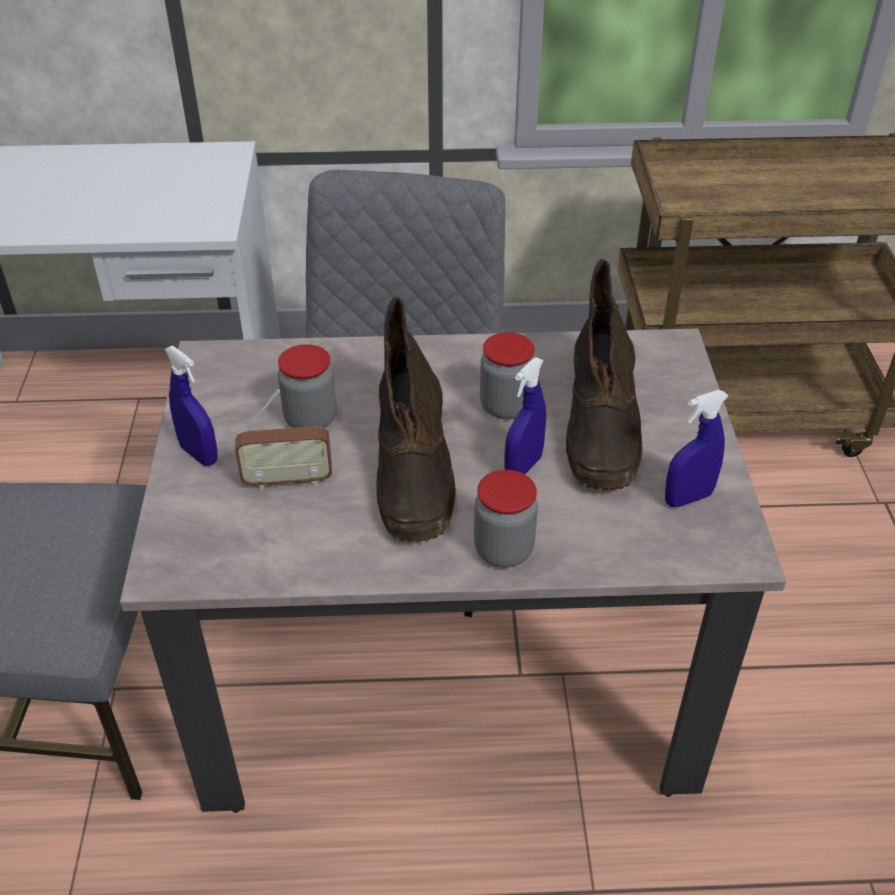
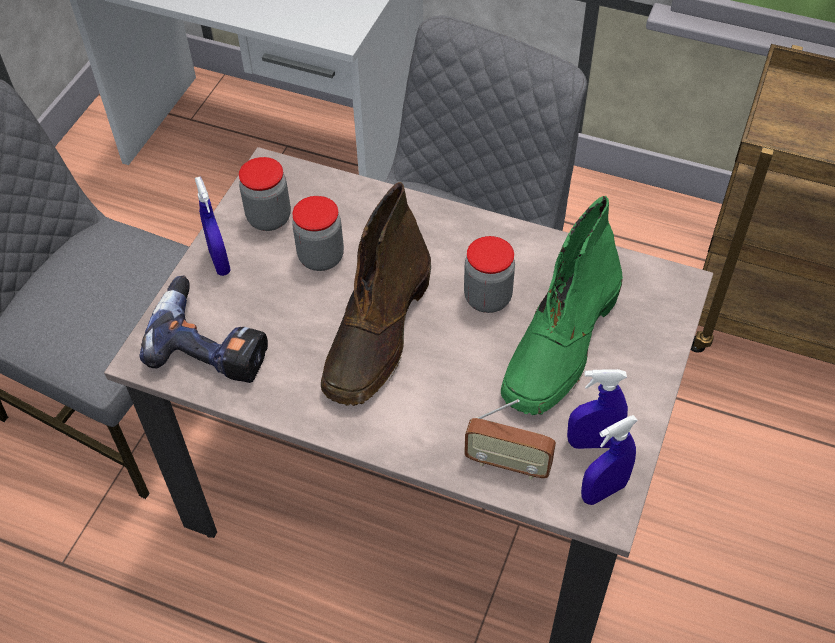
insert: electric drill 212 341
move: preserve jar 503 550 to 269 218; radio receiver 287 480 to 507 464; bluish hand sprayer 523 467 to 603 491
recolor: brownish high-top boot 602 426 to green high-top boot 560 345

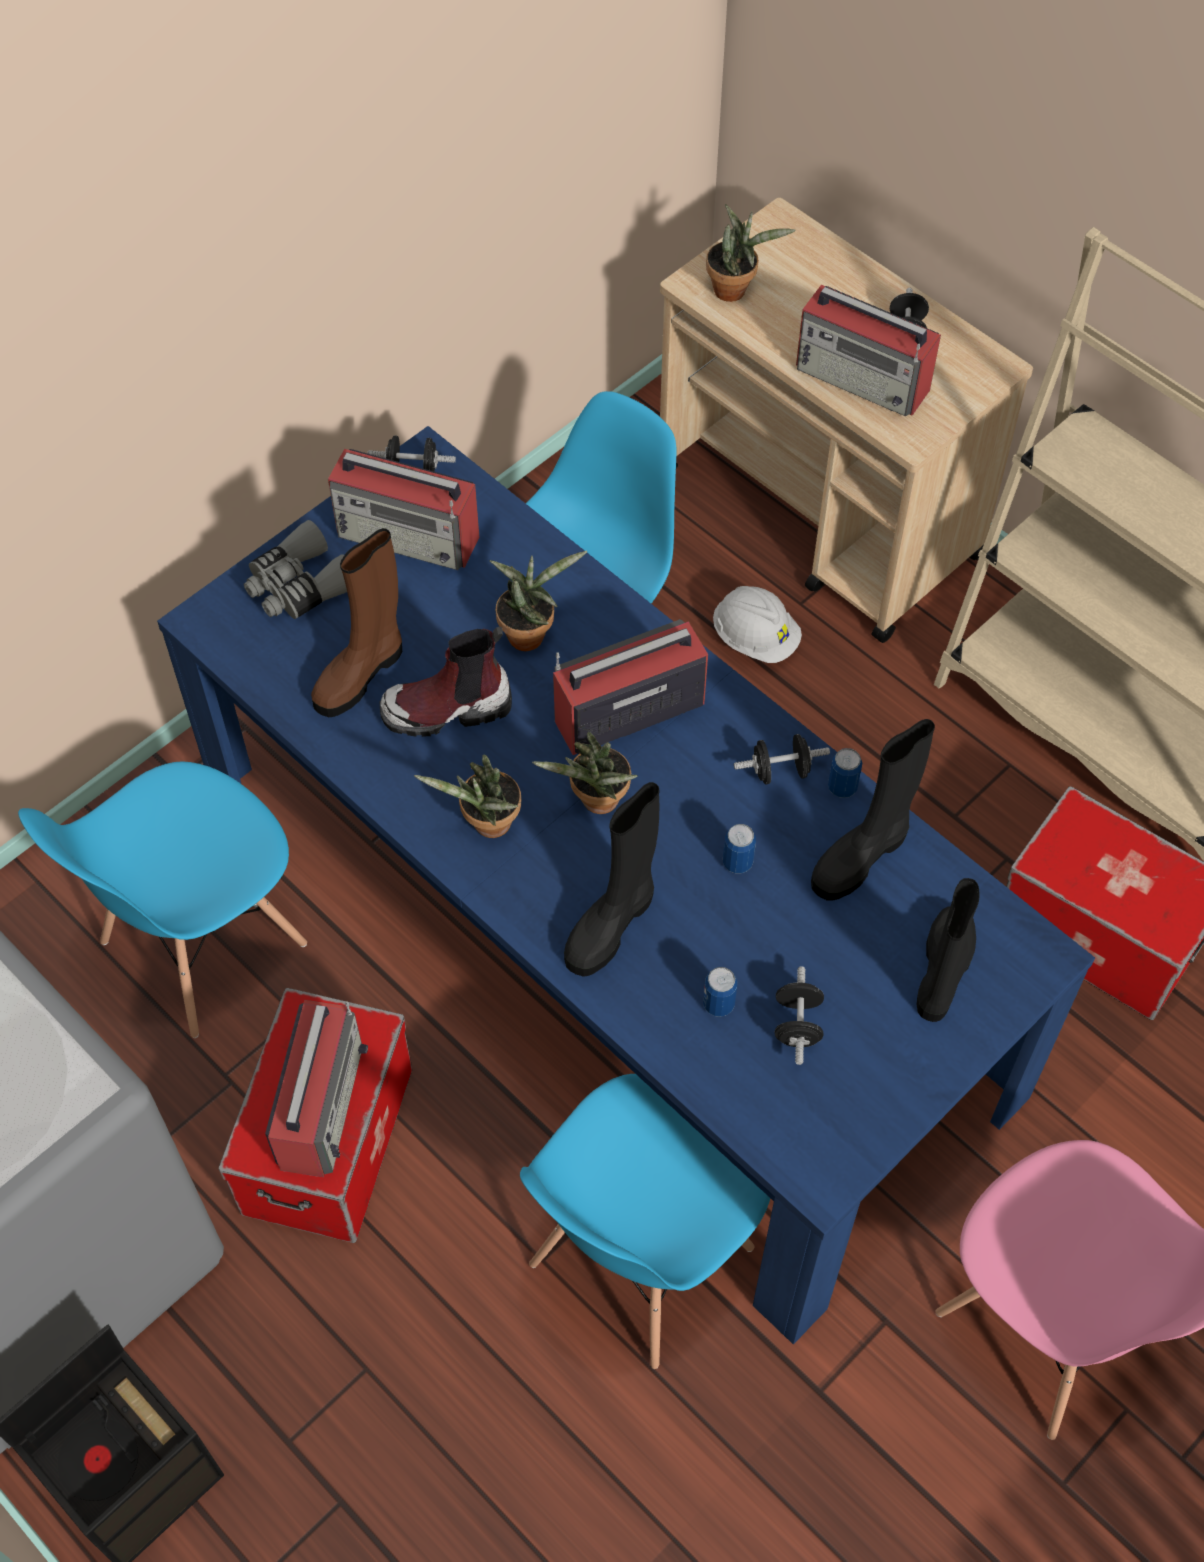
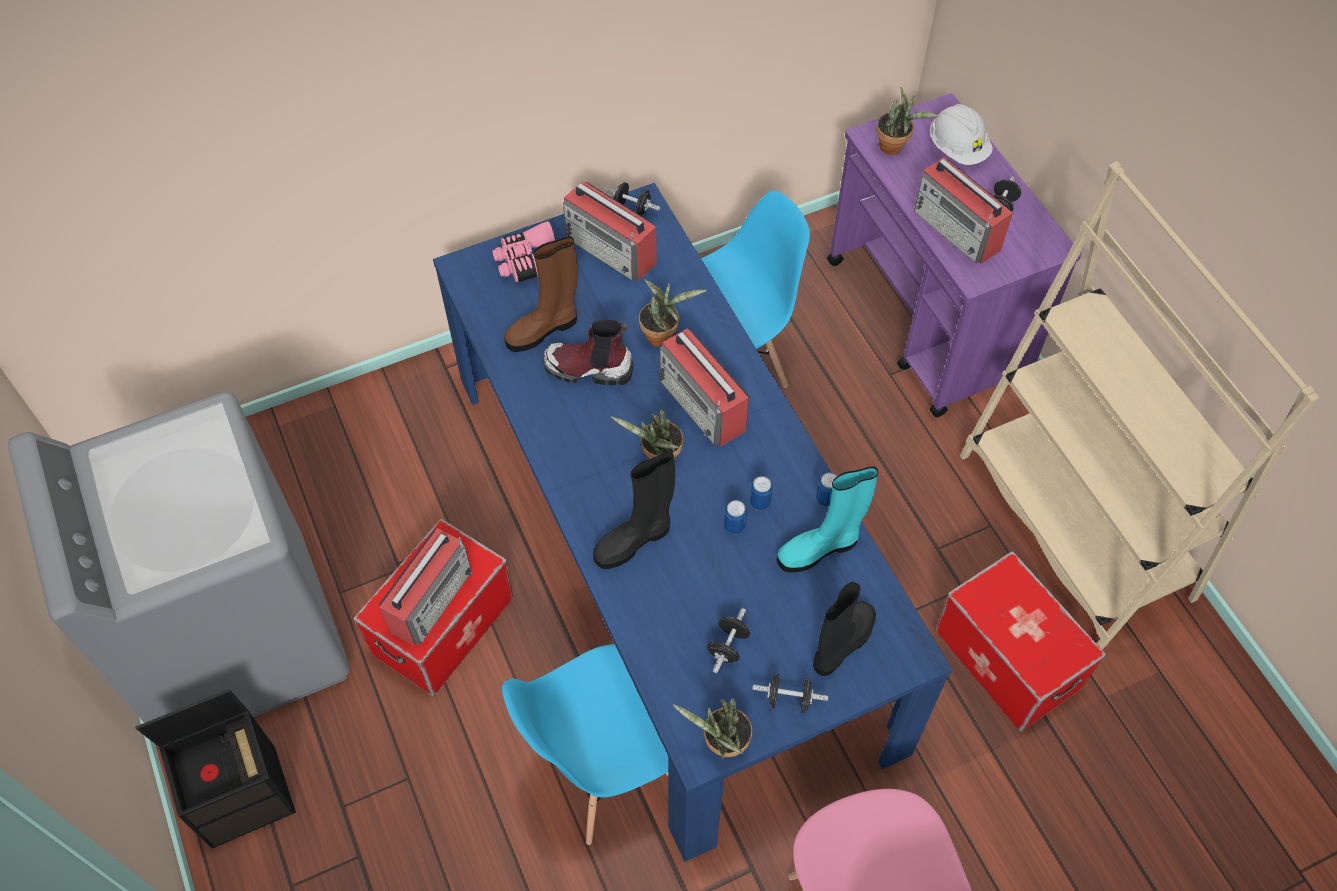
delete: bluish chair 202 944
move: plant in a pot 487 826 to 722 745; sealed can 718 1004 to 760 503; black-coloured dumbbell 780 771 to 788 699; white hard hat 755 638 to 957 149
recolor: gray binoculars 299 586 to pinkish binoculars 529 262; black-coloured high-top boot 862 856 to blue-green high-top boot 820 549; sand-coloured trolley 820 516 to purple trolley 927 320
rotate: radio receiver 626 712 = 703 405 120 degrees counterclockwise

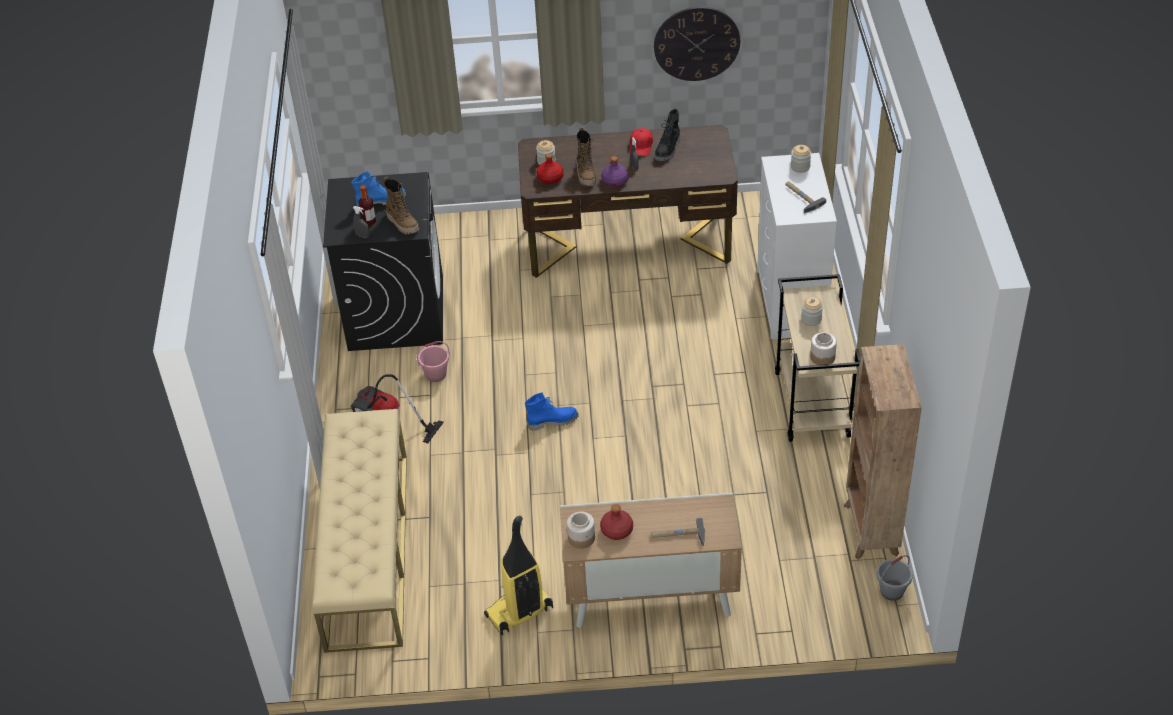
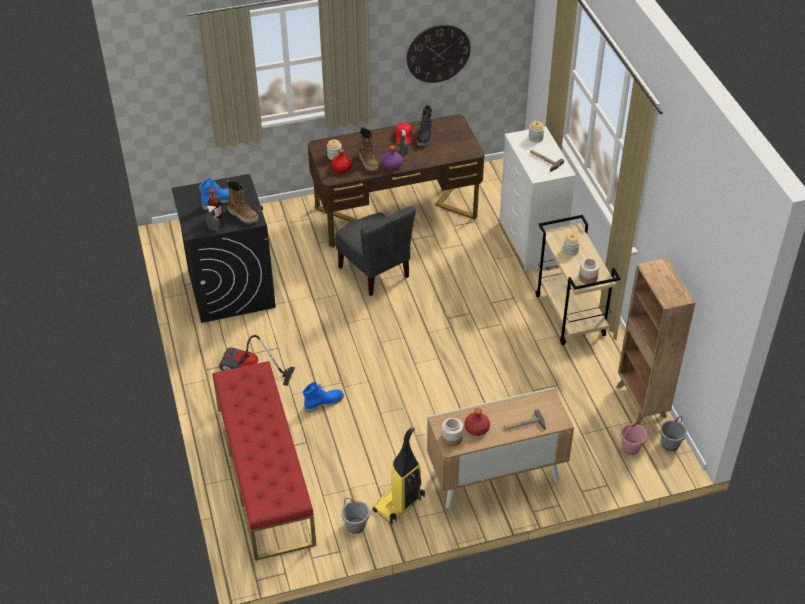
insert: gray chair 375 272; gray pail 355 526
move: bluish high-top boot 552 421 to 323 403; pinkish pail 436 374 to 630 448
recolor: sand-coloured long seat 367 549 to red-coloured long seat 264 475

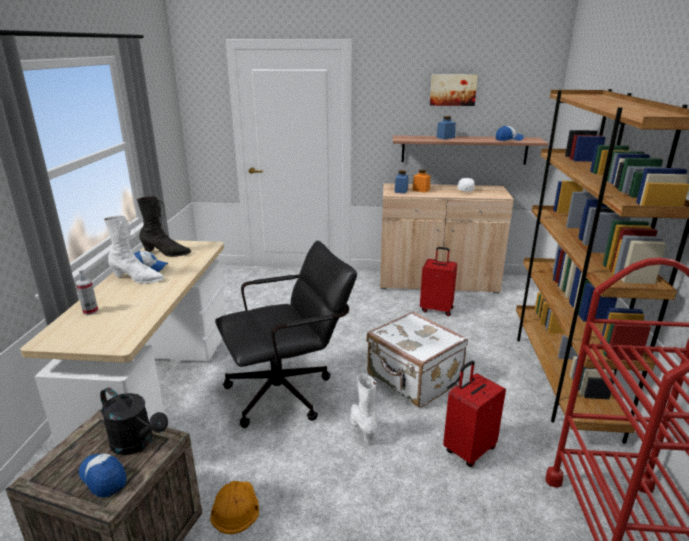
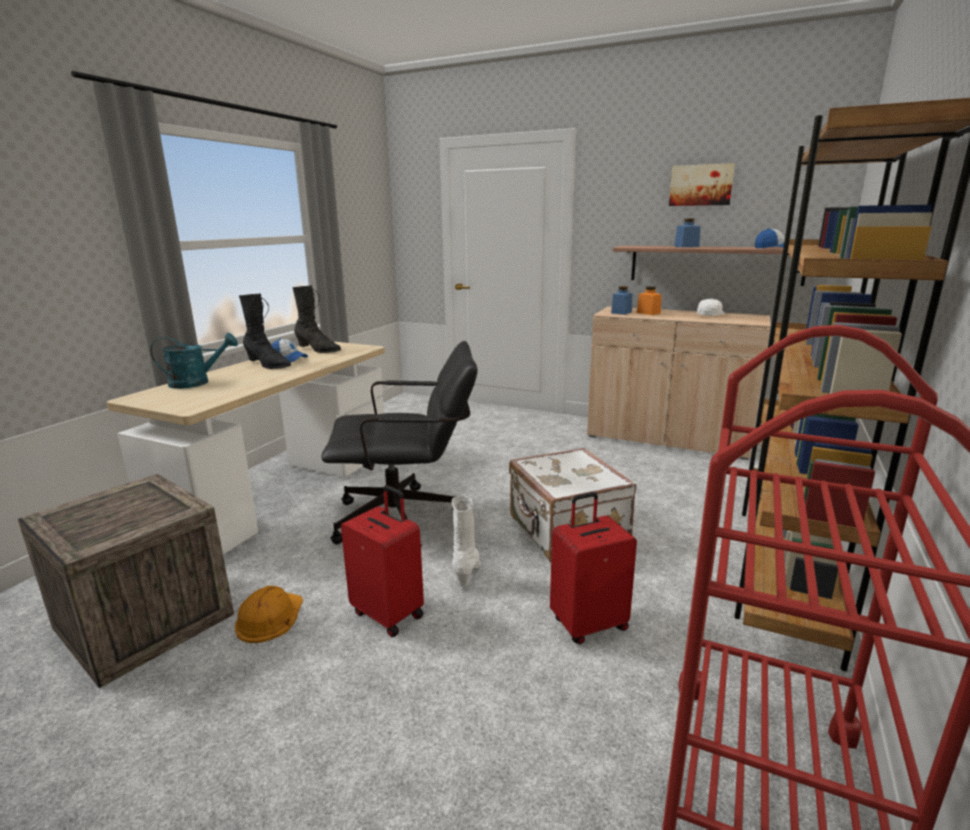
delete: baseball cap 103 477; black-coloured watering pot 137 443
move: red-coloured suitcase 437 309 to 389 613
replace: hand sprayer 90 311 to blue-green watering pot 197 383
recolor: white high-top boot 137 279 to black-coloured high-top boot 268 365

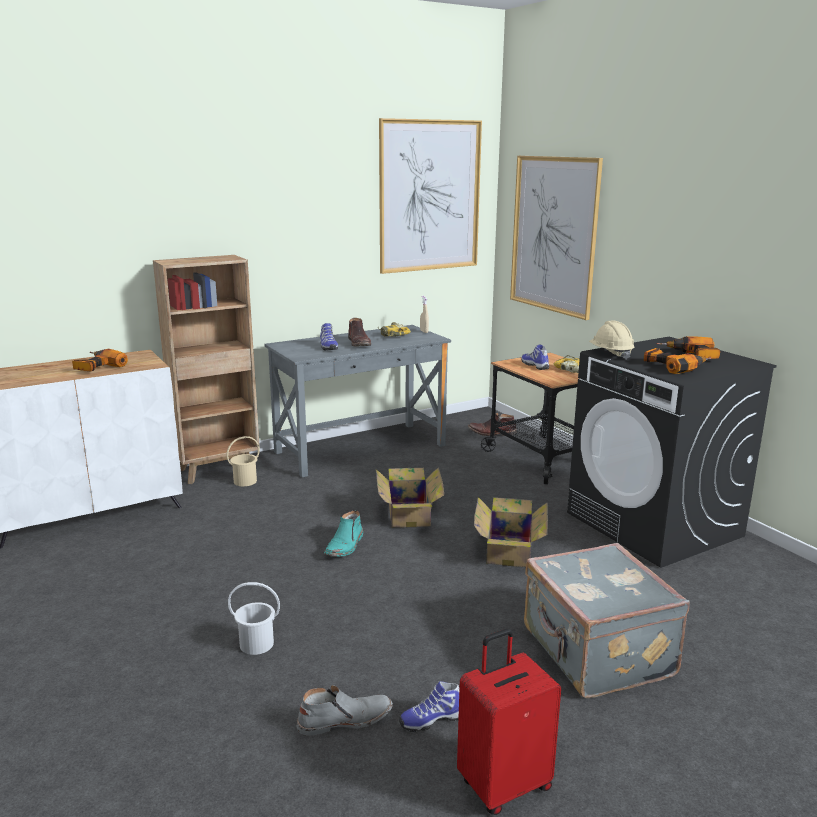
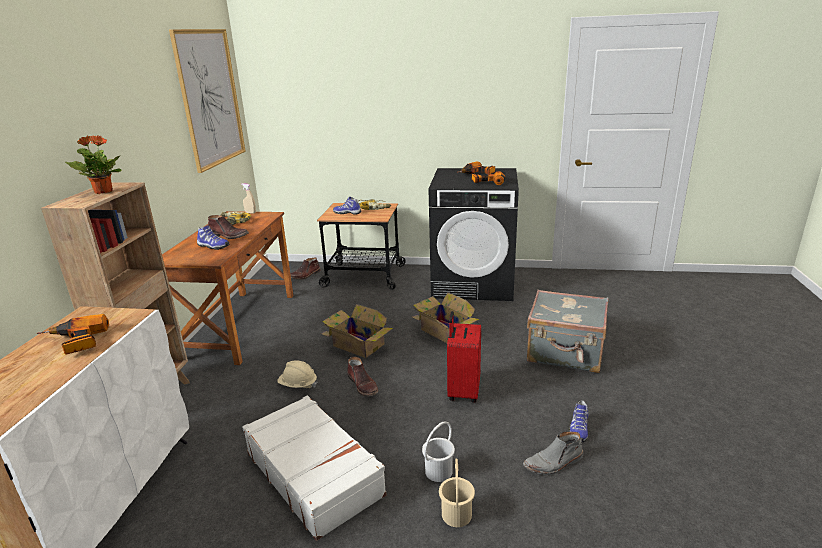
delete: picture 553 235
insert: plant in a pot 103 191; white suitcase 314 473
move: sand-coloured hard hat 610 354 to 298 385; sand-coloured pail 245 481 to 456 515; red-coloured suitcase 503 784 to 462 391
recolor: gray desk unit 360 449 to brownish desk unit 240 325; blue-green high-top boot 345 546 to brownish high-top boot 363 385
rotate: gray high-top boot 344 720 = 554 463 135 degrees counterclockwise

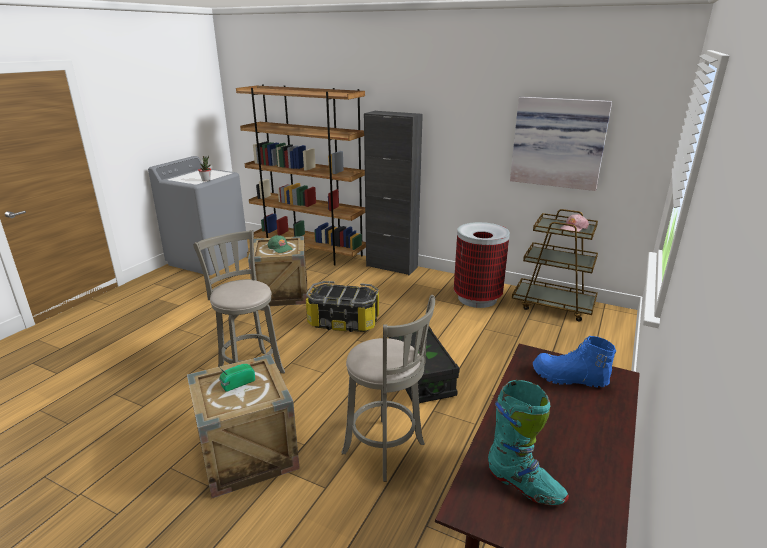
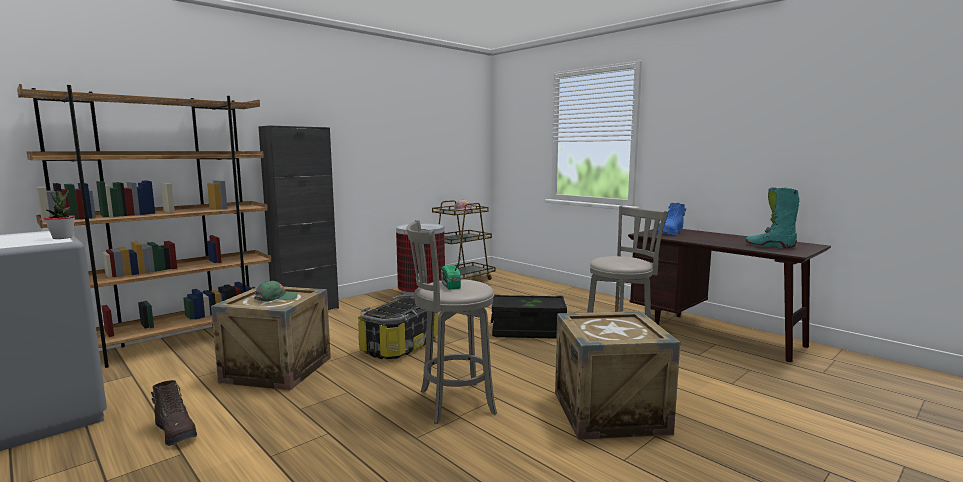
delete: picture 558 142
insert: brownish high-top boot 176 432
move: radio receiver 237 383 to 450 285
rotate: blue-green high-top boot 524 486 = 770 246 120 degrees counterclockwise

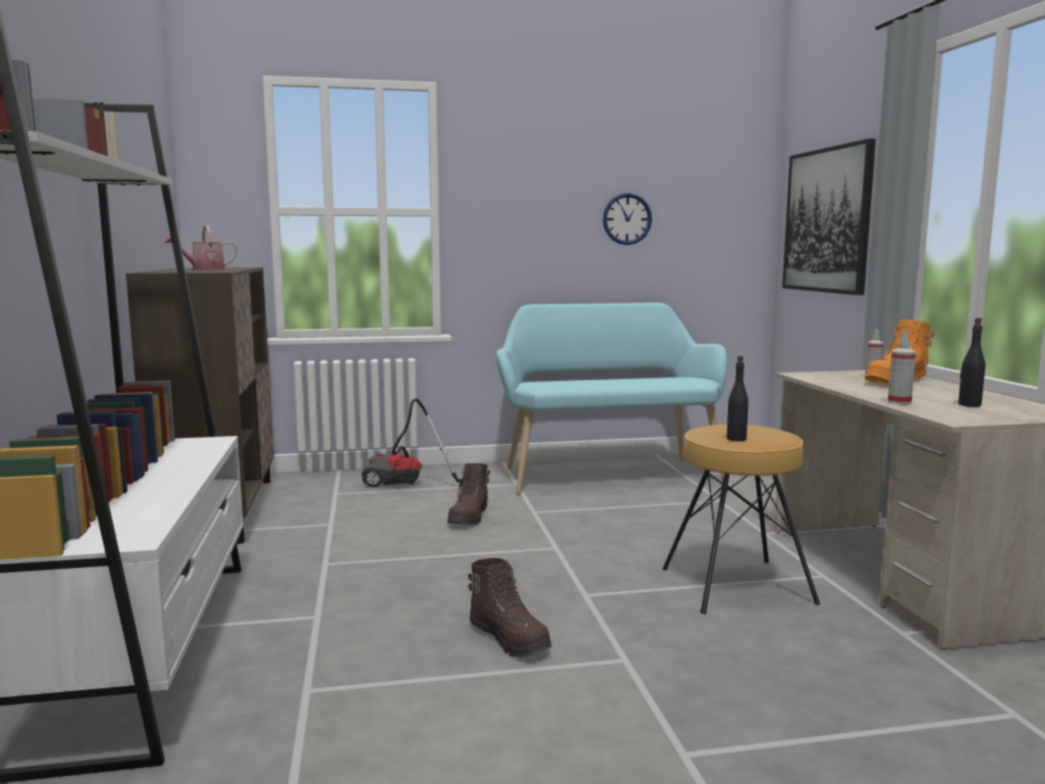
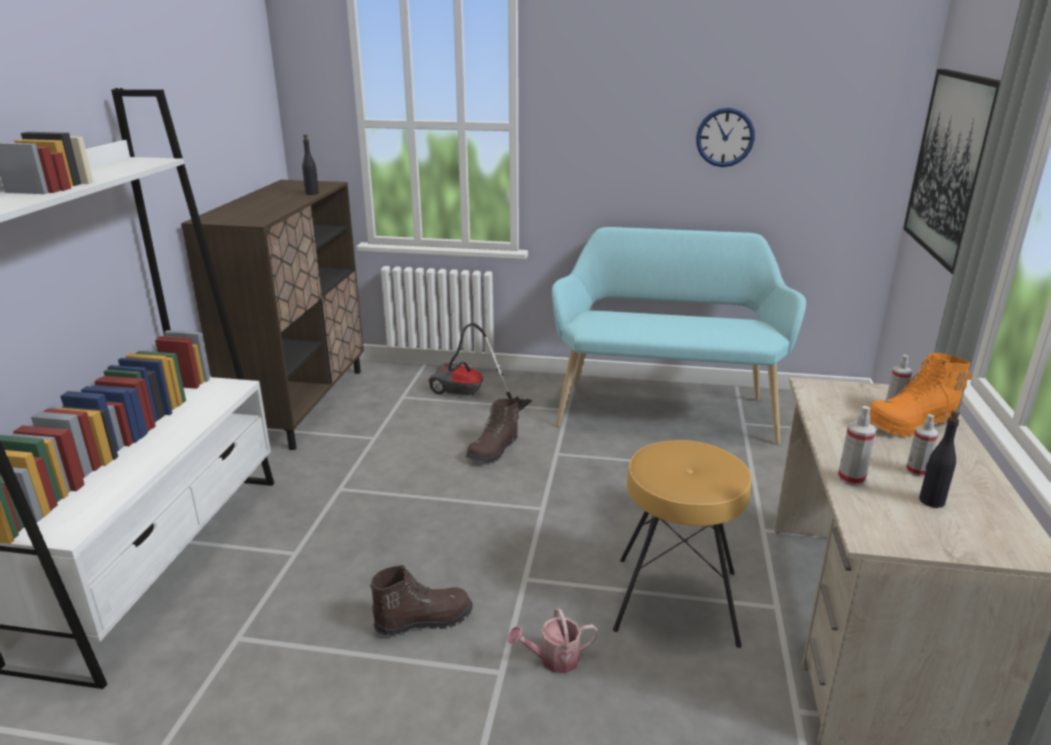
insert: hand sprayer 916 471
move: black-coloured beverage bottle 736 439 to 312 193; watering pot 203 269 to 553 659
rotate: brownish high-top boot 510 639 = 423 620 90 degrees counterclockwise

